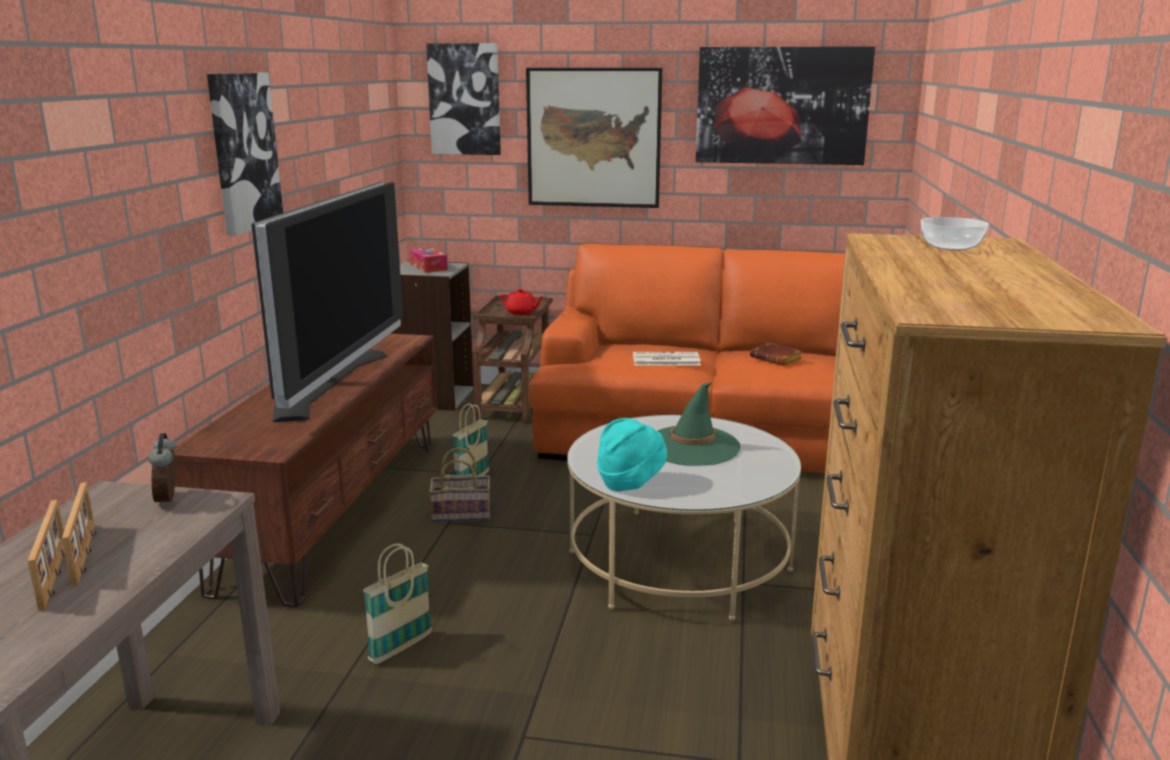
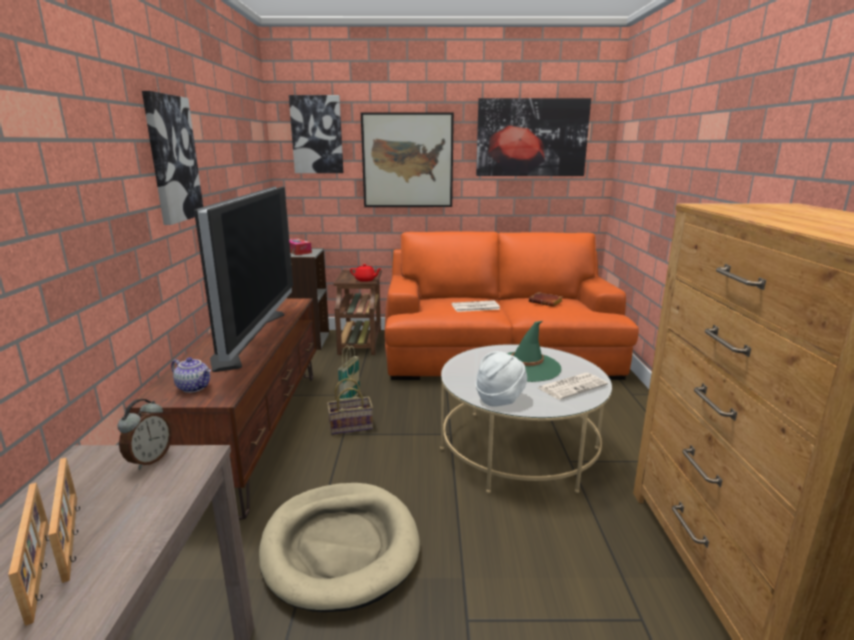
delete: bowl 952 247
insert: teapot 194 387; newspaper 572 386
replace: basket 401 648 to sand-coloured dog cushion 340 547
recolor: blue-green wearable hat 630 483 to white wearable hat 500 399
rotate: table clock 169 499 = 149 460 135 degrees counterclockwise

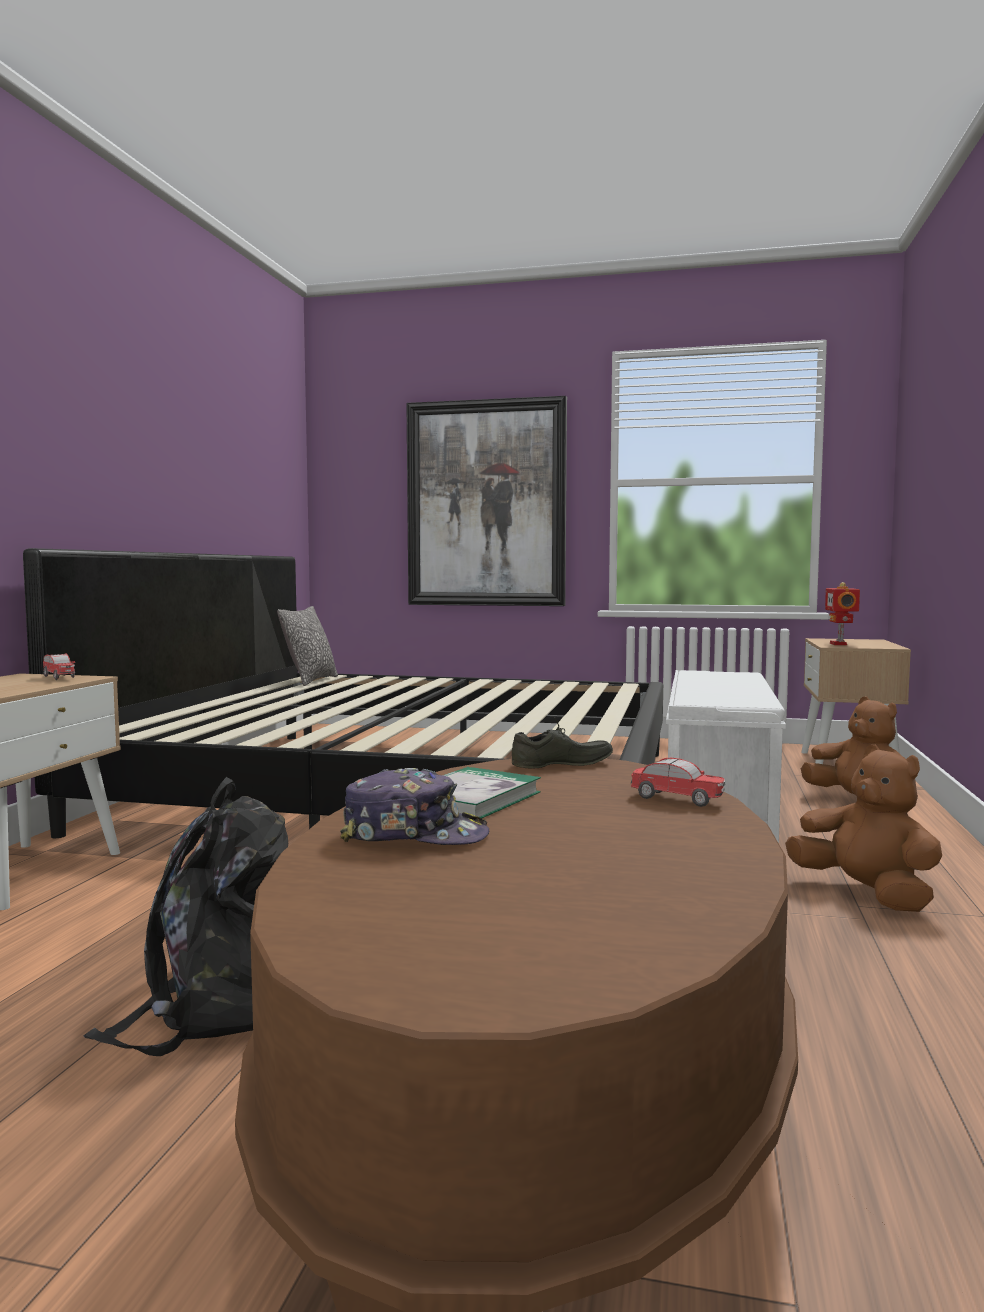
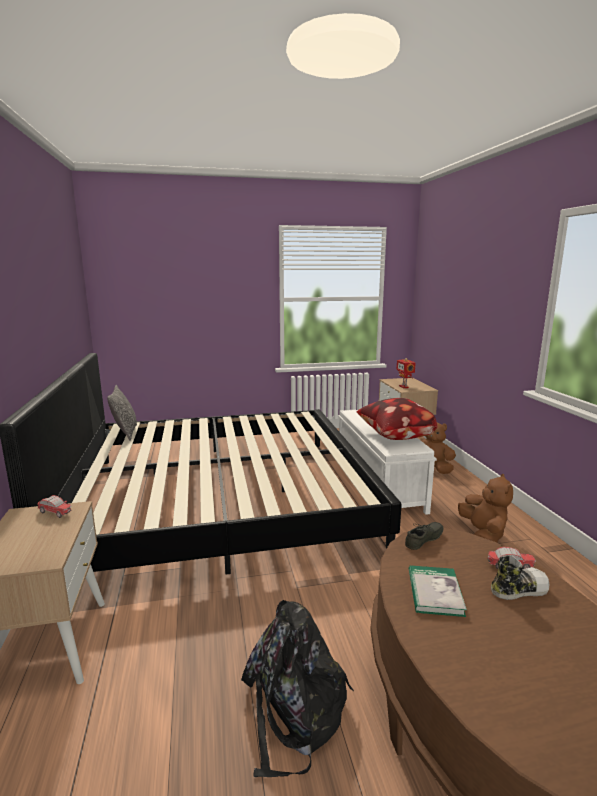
delete: baseball cap 414 835; picture 486 504
insert: throw pillow 394 437; item of footwear 518 589
rotate: brownish soft toy 866 894 = 483 535 60 degrees clockwise

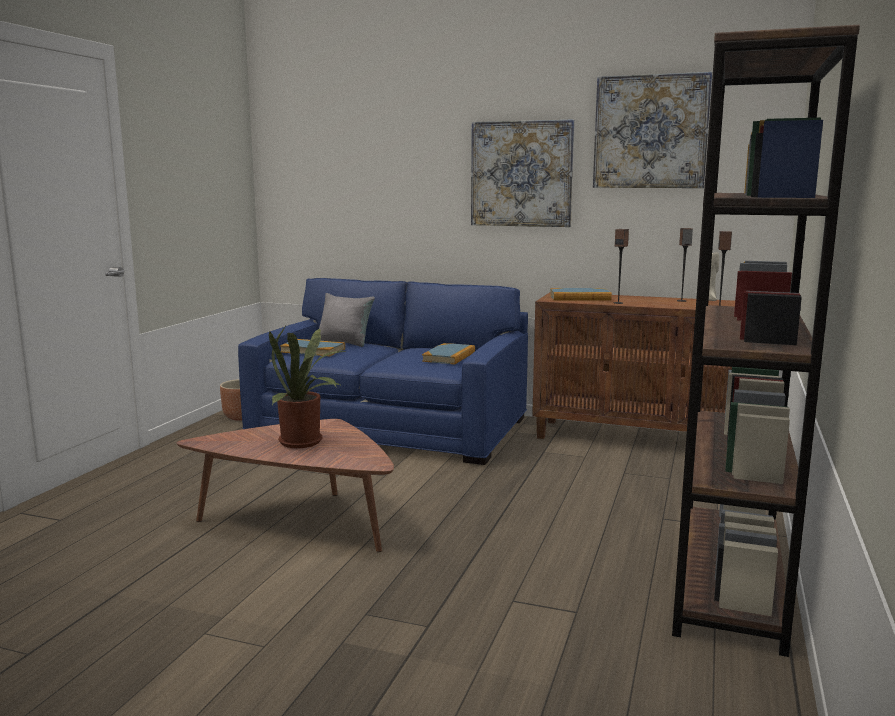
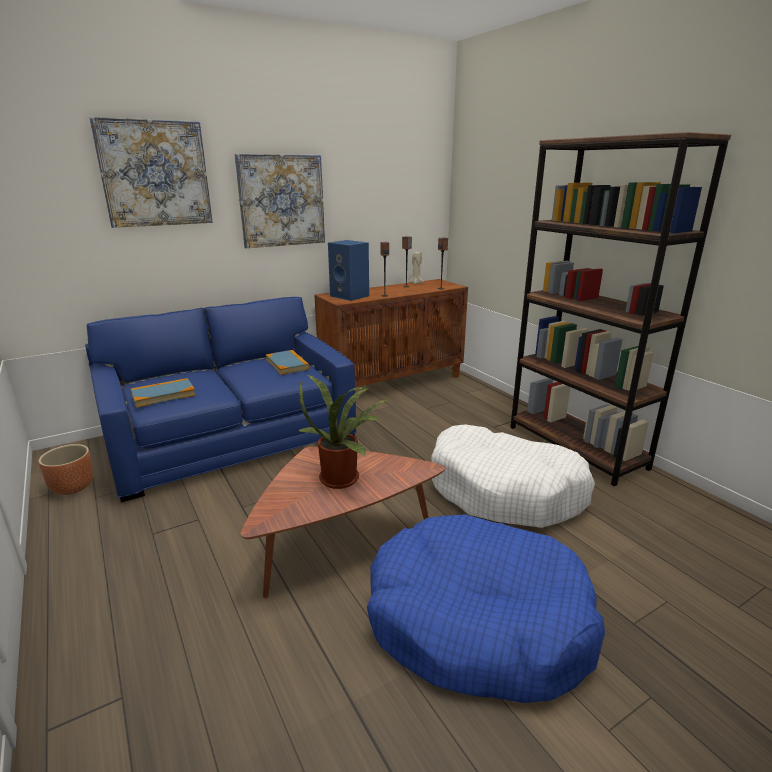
delete: gray throw pillow 345 342
insert: bluish dog cushion 477 622; white dog cushion 505 490
move: picture 650 132 to 155 174
replace: book 580 298 to bluish speaker 350 296

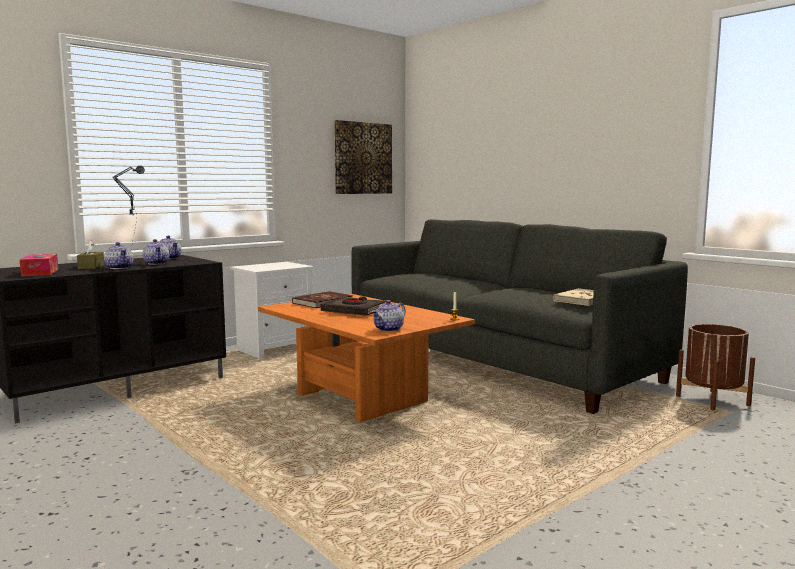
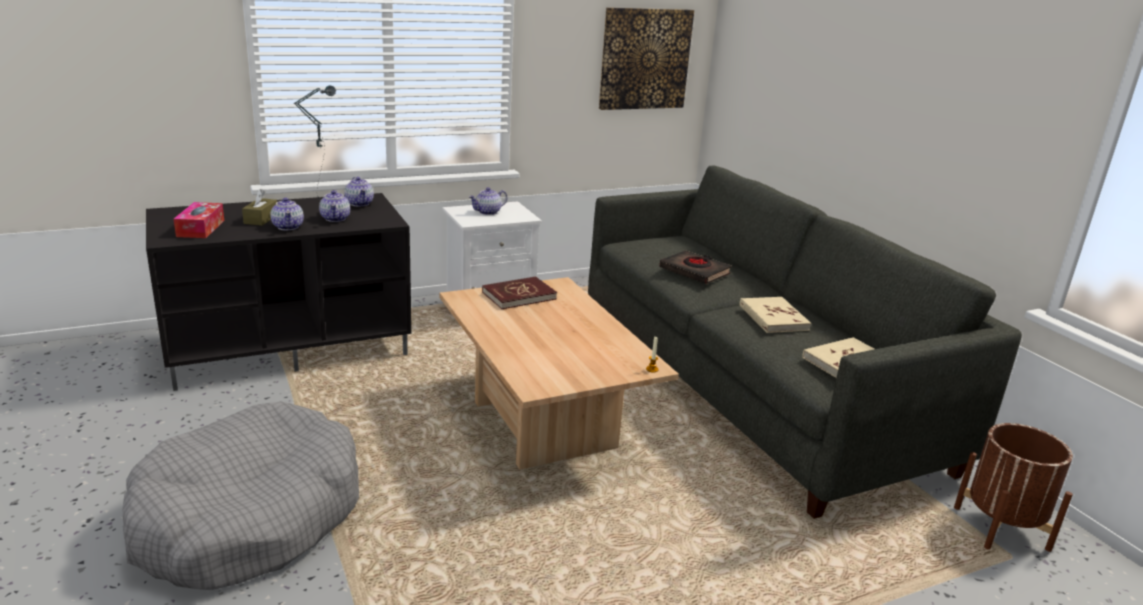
insert: gray dog cushion 248 517; sand-coloured book 773 318
move: teapot 388 329 to 488 212; black-coloured book 354 311 to 695 271
recolor: orange-coloured coffee table 361 398 to sand-coloured coffee table 544 425

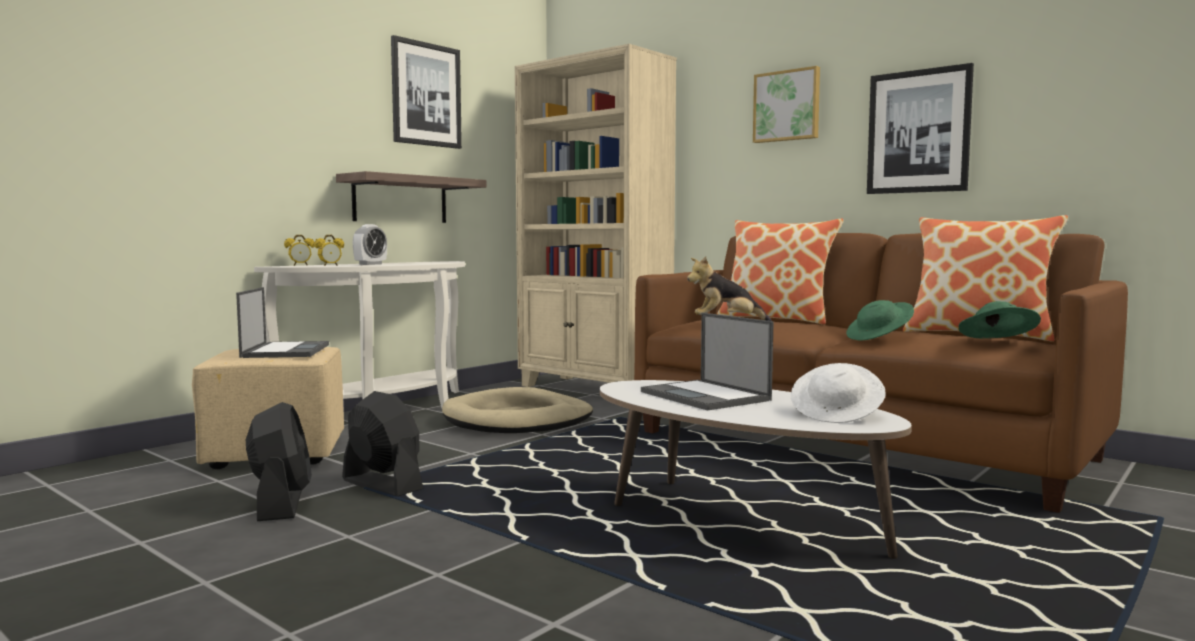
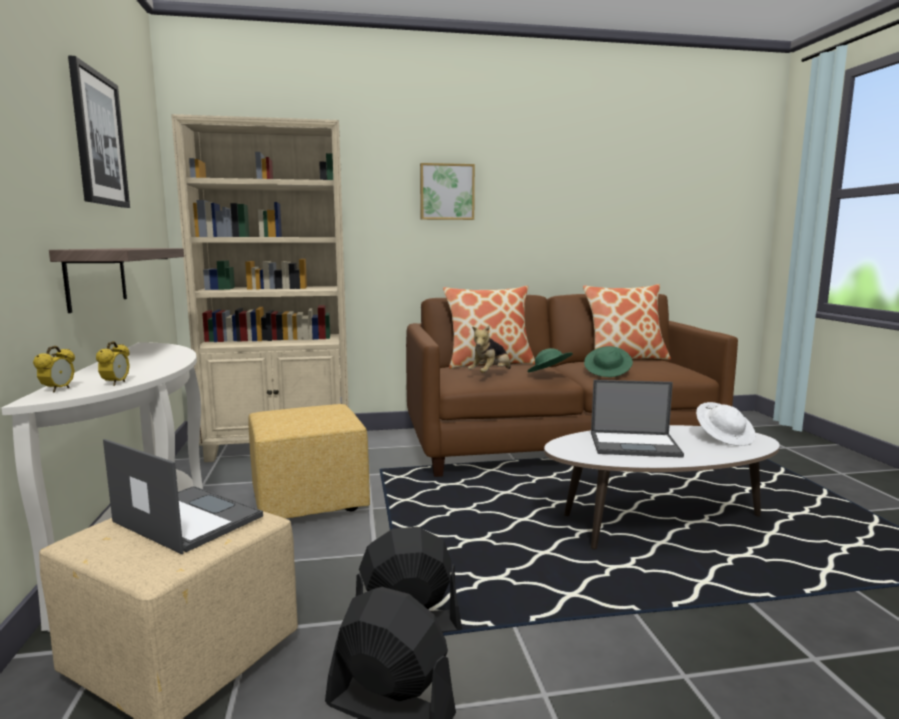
delete: table clock 370 264; picture 918 131
move: green wearable hat 997 342 to 549 374
replace: sand-coloured dog cushion 518 419 to yellowish footrest 309 500

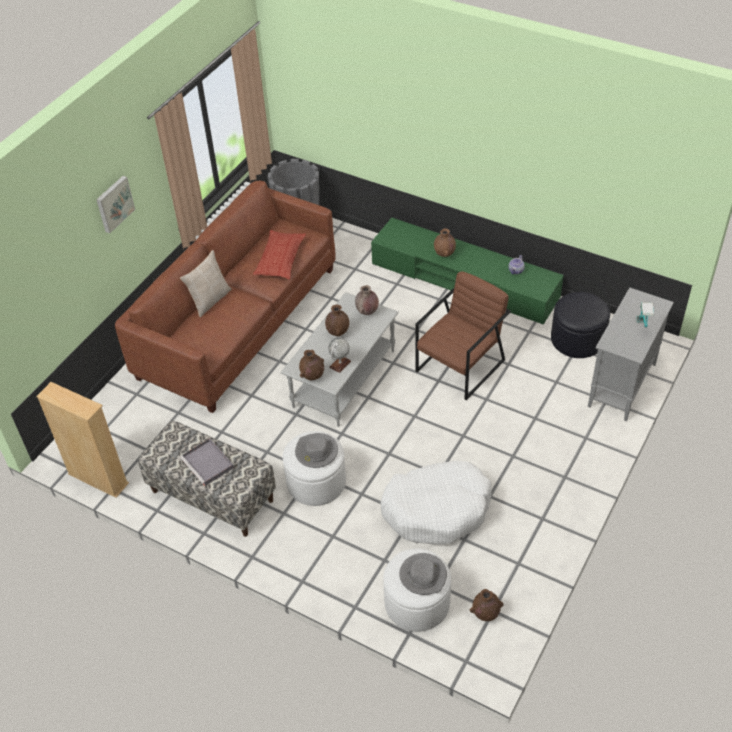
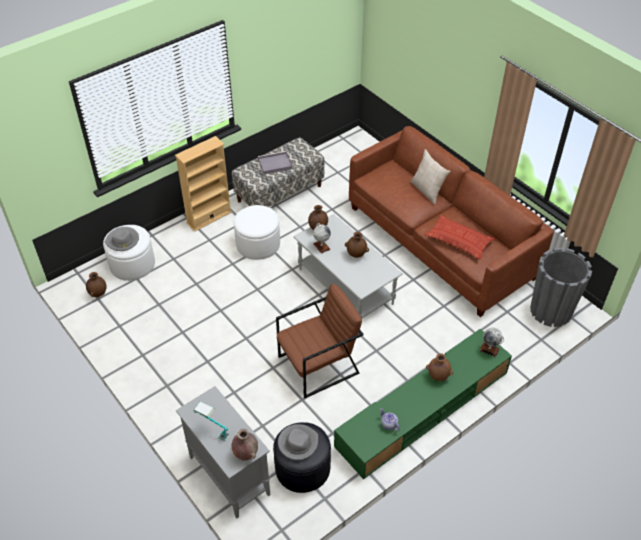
delete: picture 114 203; white dog cushion 437 509
insert: world globe 489 349
move: sand-coloured shelving unit 98 479 to 209 217; brownish flower vase 367 312 to 245 453; gray wearable hat 316 452 to 298 443
rotate: brownish lounge chair 461 365 = 318 365 90 degrees counterclockwise

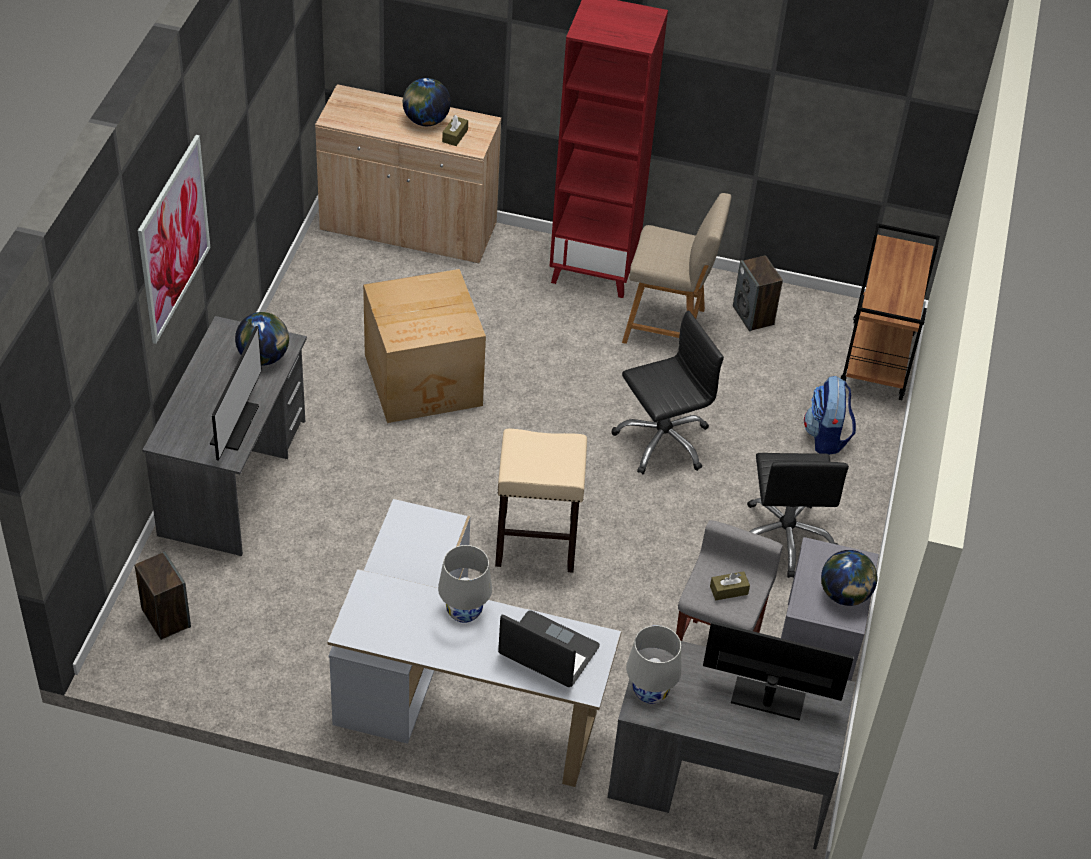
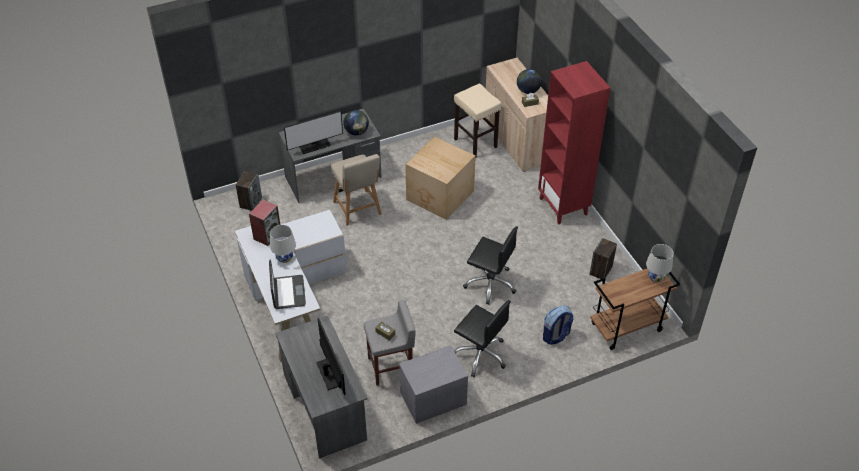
delete: picture 174 239; world globe 844 595
insert: speaker 267 234
move: sand-coloured chair 668 327 to 358 209; sand-coloured sitting stool 537 544 to 476 143; white lamp for a table 650 692 to 656 277
rotate: black-coloured computer chair 785 537 = 480 354 105 degrees counterclockwise

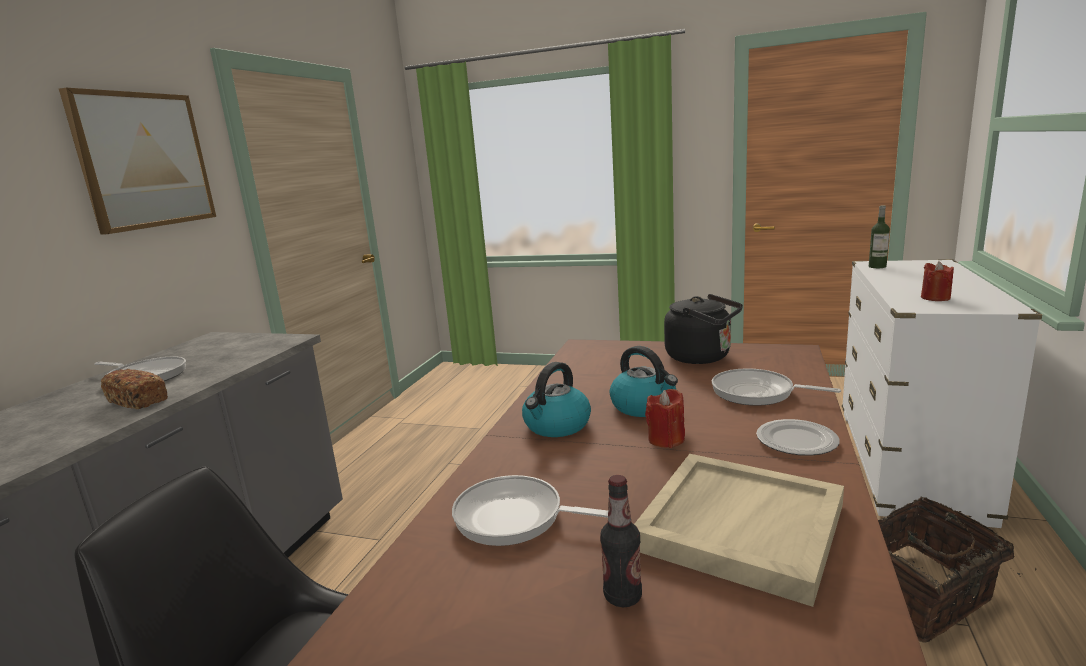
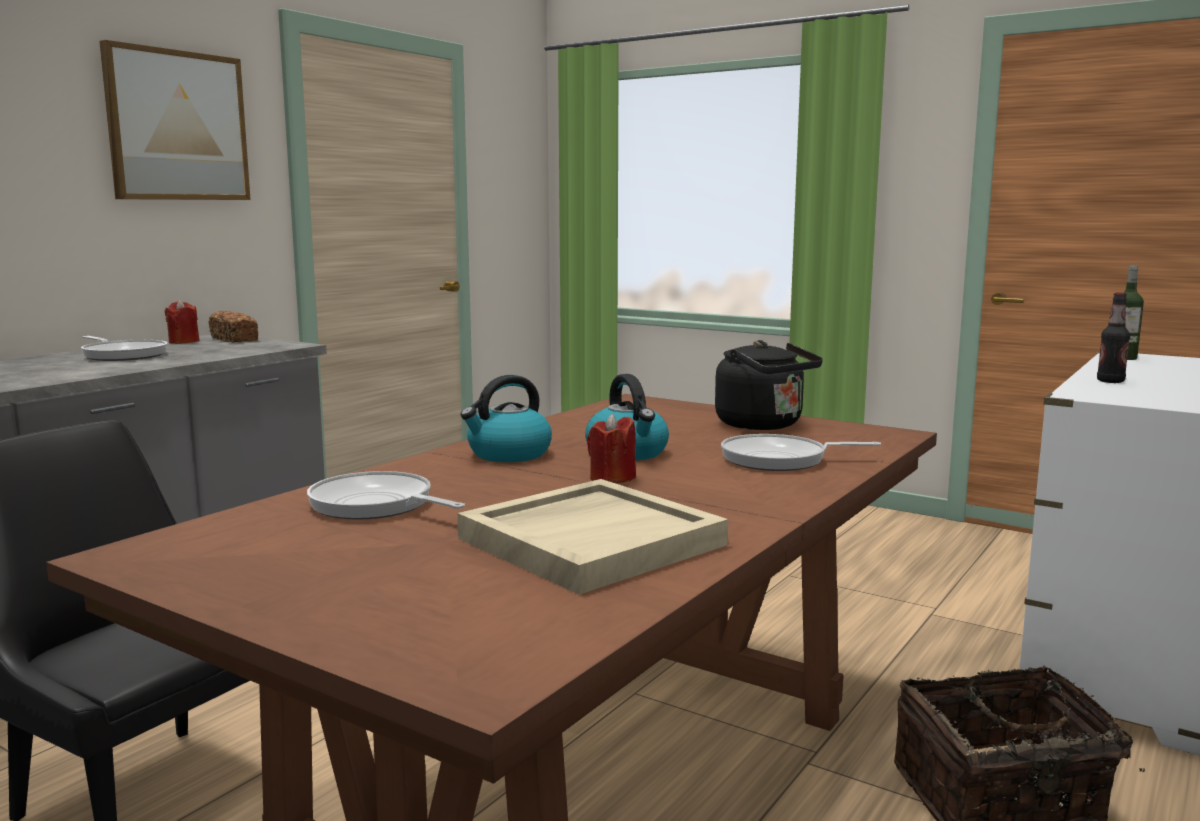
delete: plate 795 441
move: red-coloured candle 935 298 to 184 341; bakery bread 138 401 to 234 339; beverage bottle 622 596 to 1110 381
rotate: skillet 757 393 = 780 459 45 degrees counterclockwise

